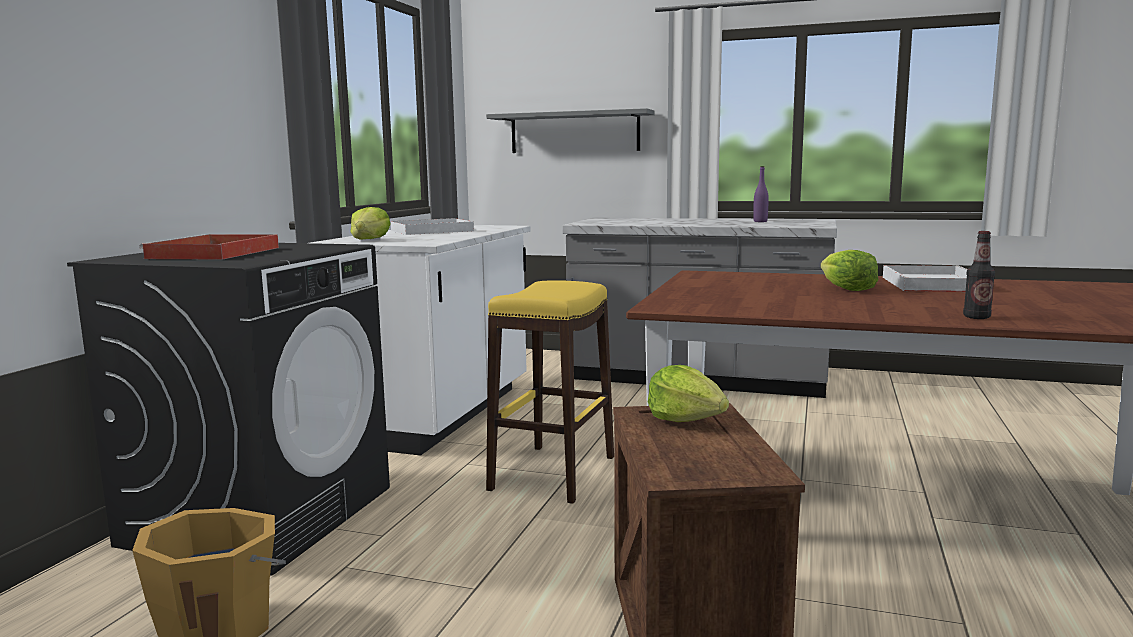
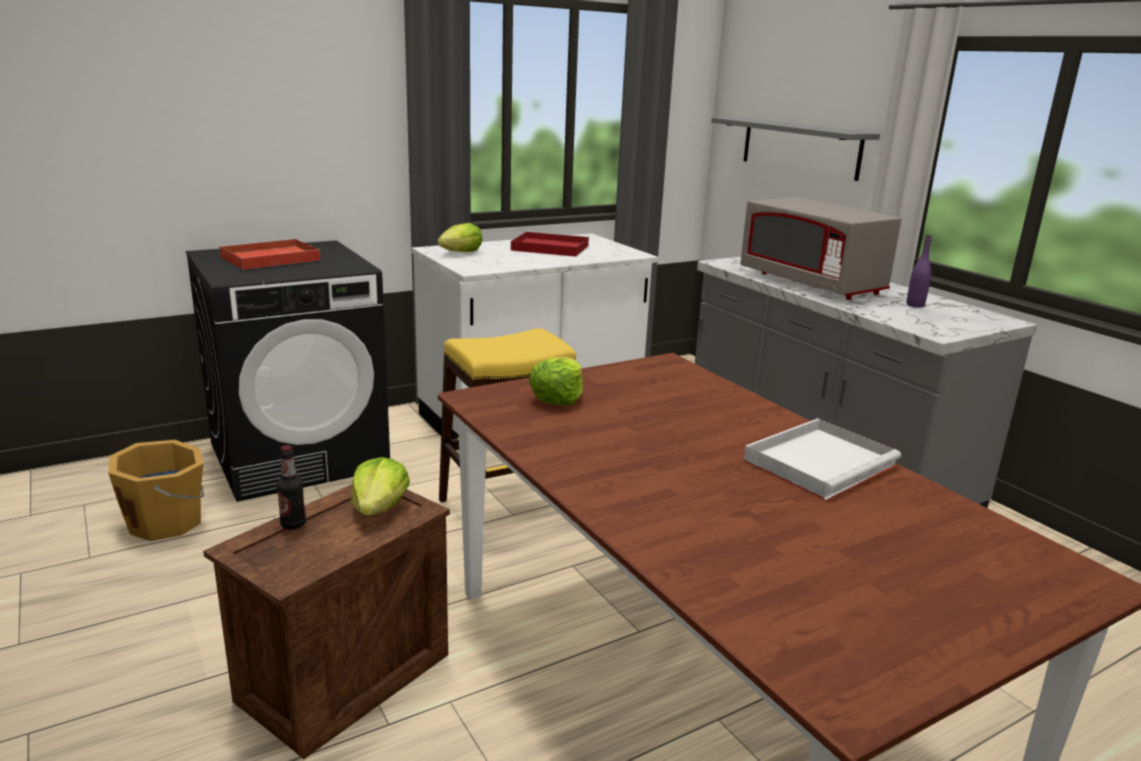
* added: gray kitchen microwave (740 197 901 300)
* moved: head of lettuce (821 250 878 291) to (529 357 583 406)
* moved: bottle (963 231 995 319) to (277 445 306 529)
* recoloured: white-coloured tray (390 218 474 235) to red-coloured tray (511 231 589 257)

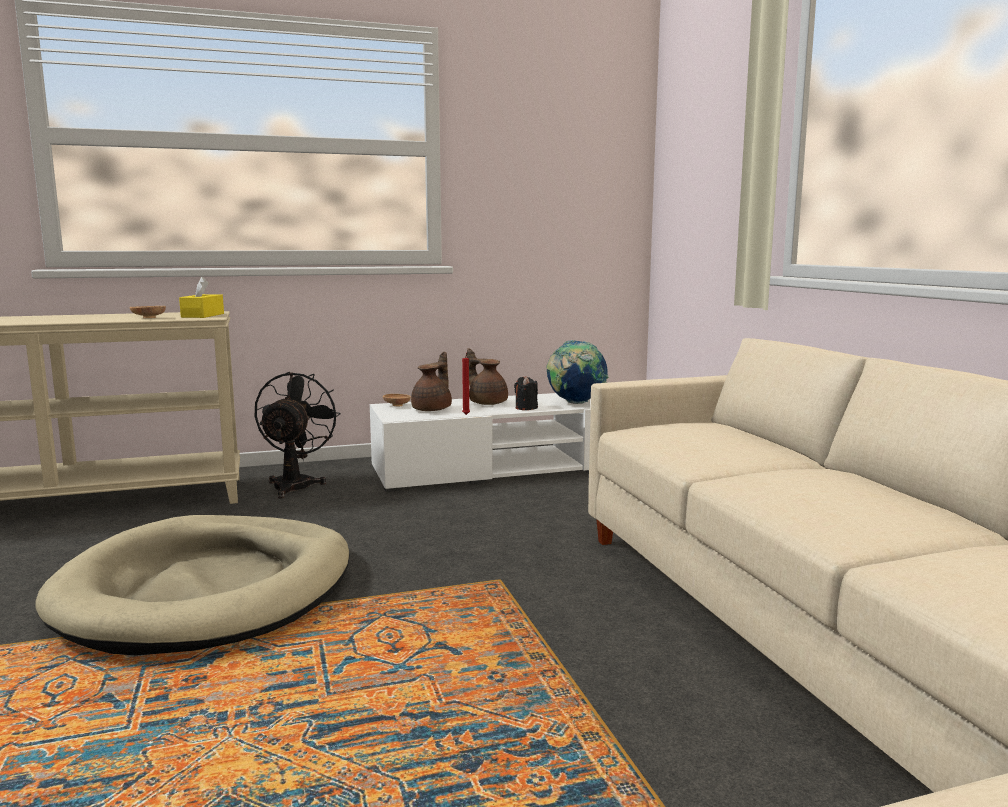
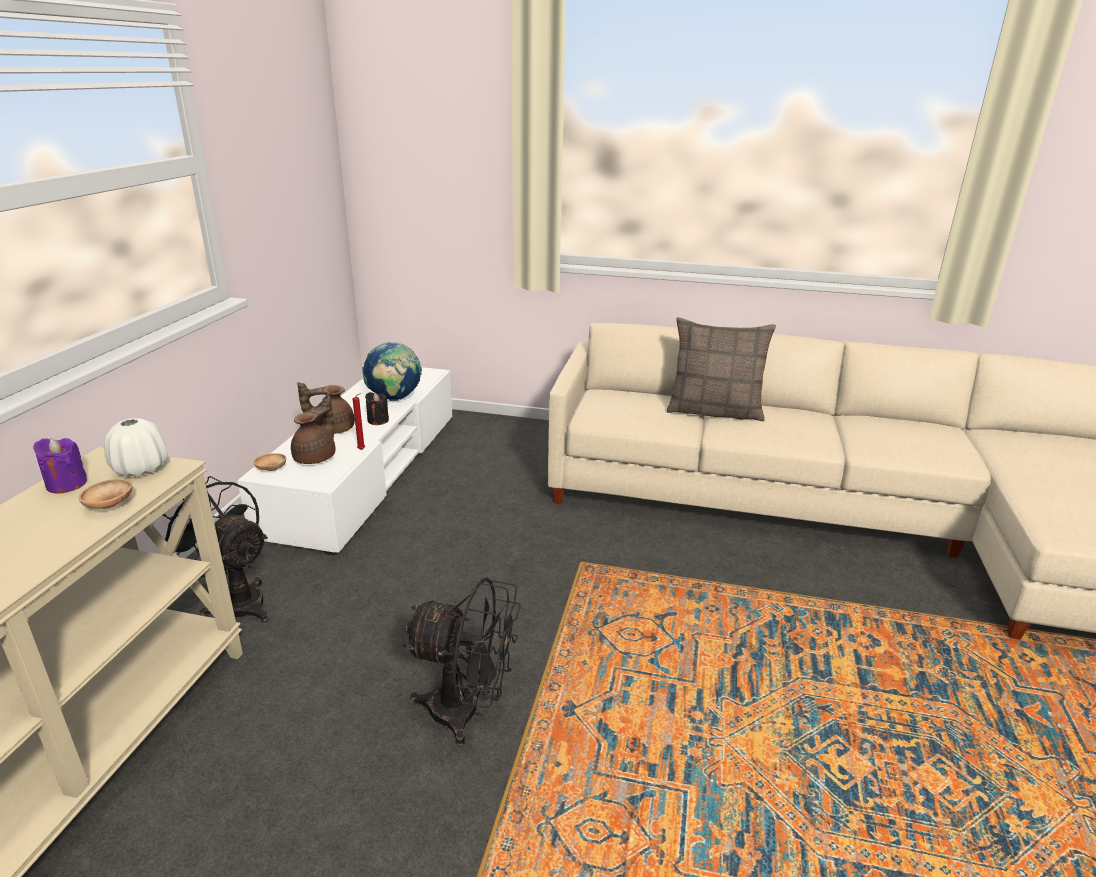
* added: purplish wax light (33 438 87 493)
* added: cushion (666 317 776 421)
* replaced: sand-coloured dog cushion (35 515 350 655) to black-coloured electric fan (403 578 521 746)
* replaced: yellow-coloured tissue holder (179 277 224 318) to white-coloured vase (104 418 168 477)
* turned: brownish tea pot (411 352 452 411) = (291 394 336 464) 60 degrees clockwise

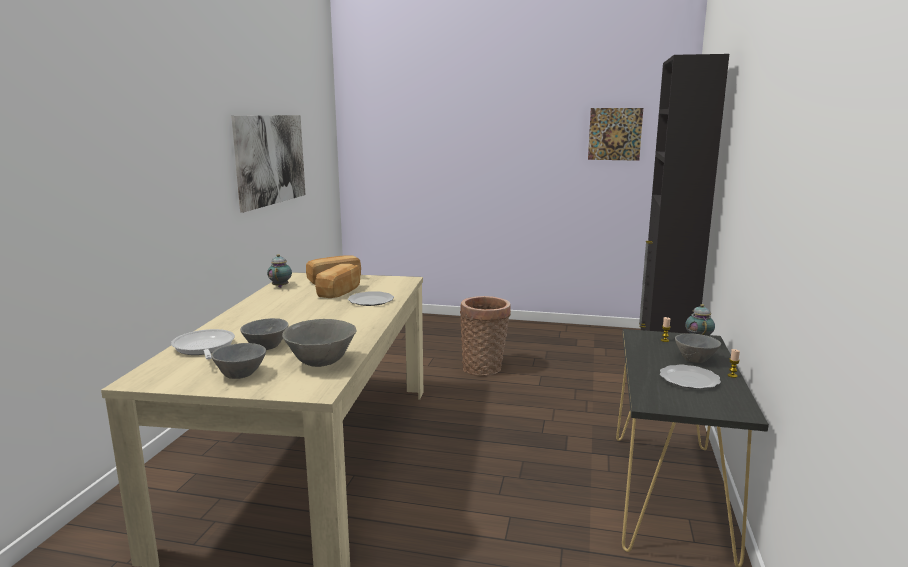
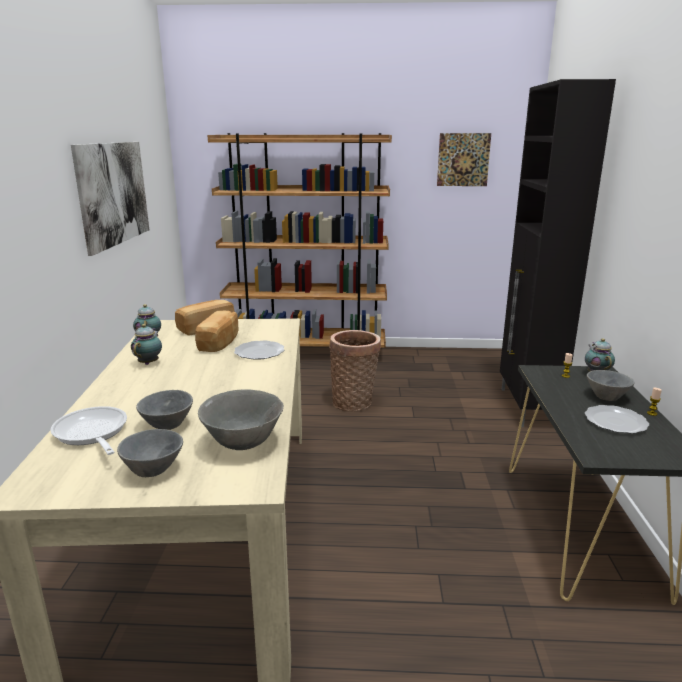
* added: tea pot (131 324 162 365)
* added: brownish bookcase (207 133 392 348)

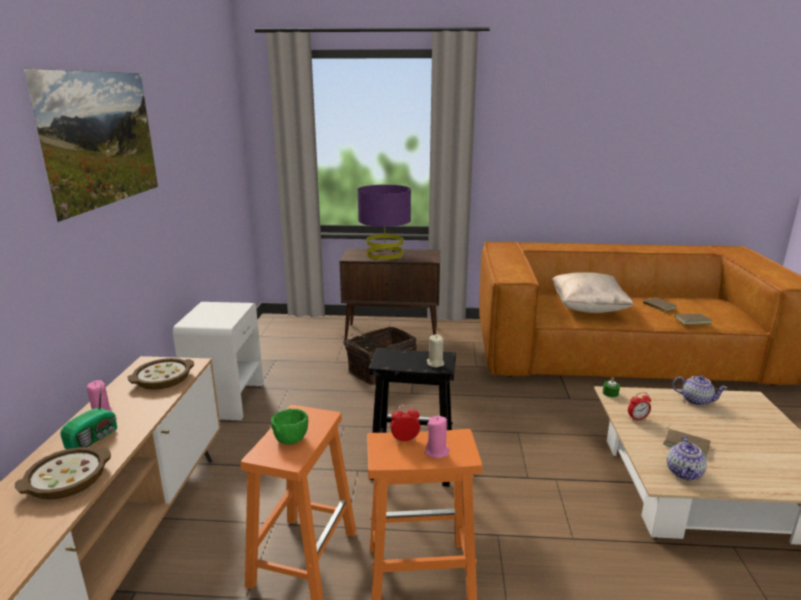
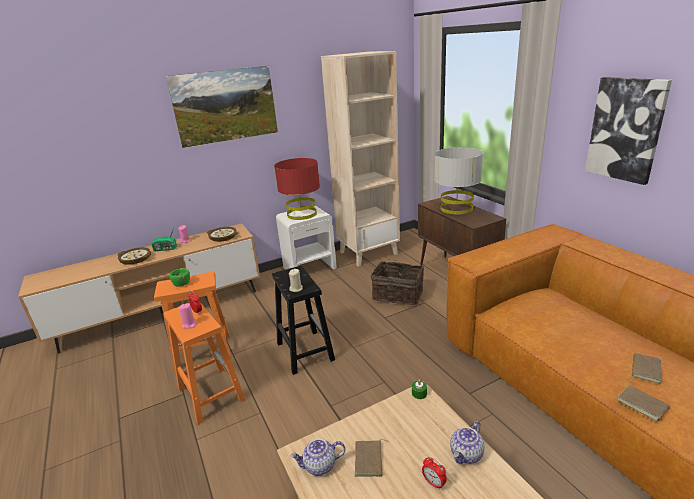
* removed: sand-coloured cushion (552 272 634 313)
* added: red-coloured table lamp (274 158 320 220)
* added: sand-coloured bookcase (321 51 400 267)
* added: wall art (585 77 672 185)
* moved: bedside clock (628 392 651 421) to (422 457 447 490)
* recoloured: purplish table lamp (357 185 411 260) to gray table lamp (435 147 483 214)
* turned: tea pot (672 375 728 406) = (450 421 484 464) 45 degrees clockwise

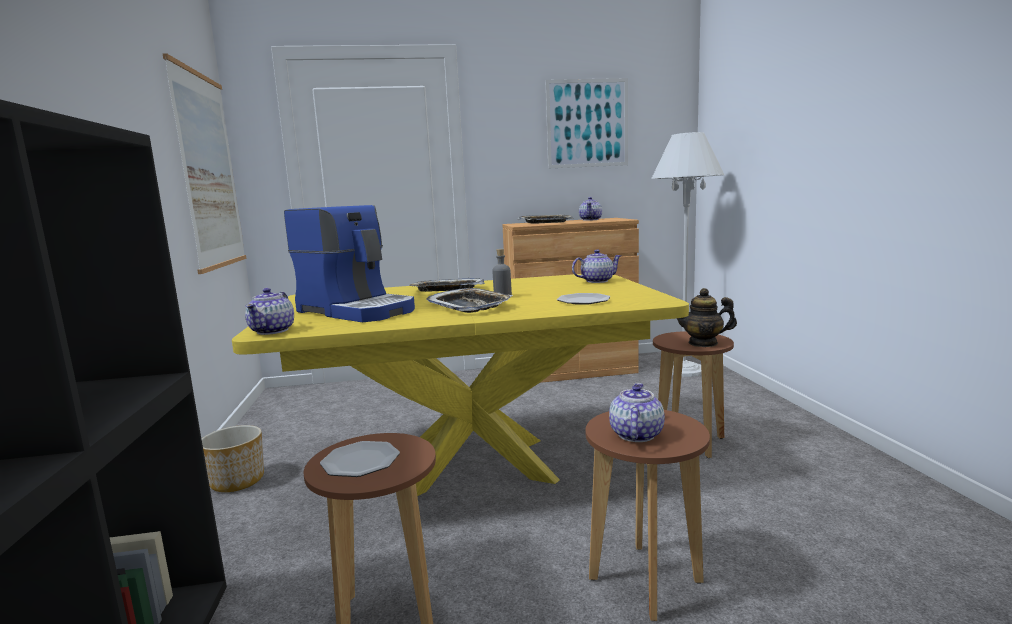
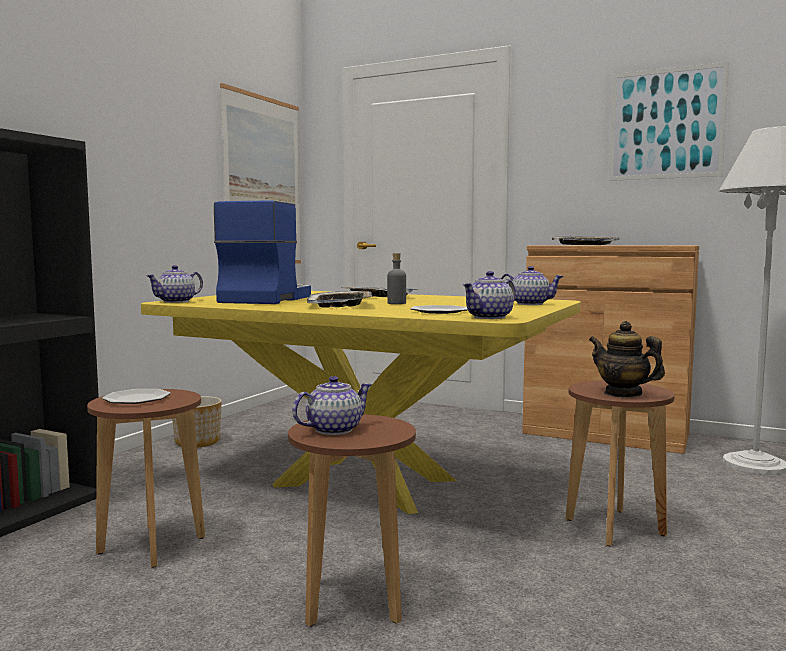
* moved: tea pot (579 197 602 221) to (462 271 516 319)
* turned: coffee machine (284 205 415 322) = (214 200 311 304) 150 degrees counterclockwise

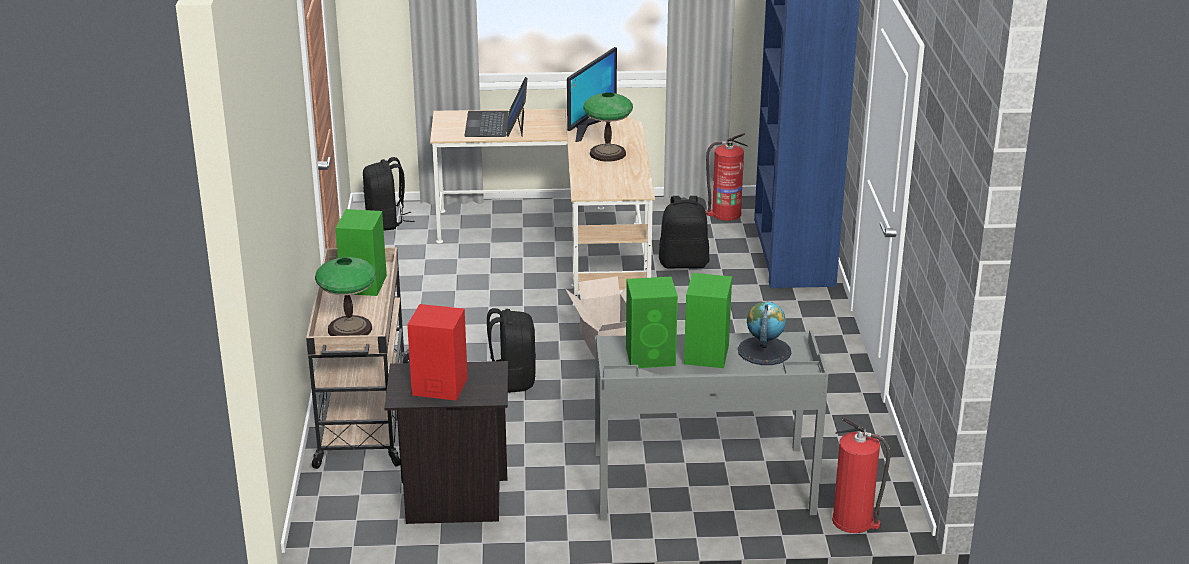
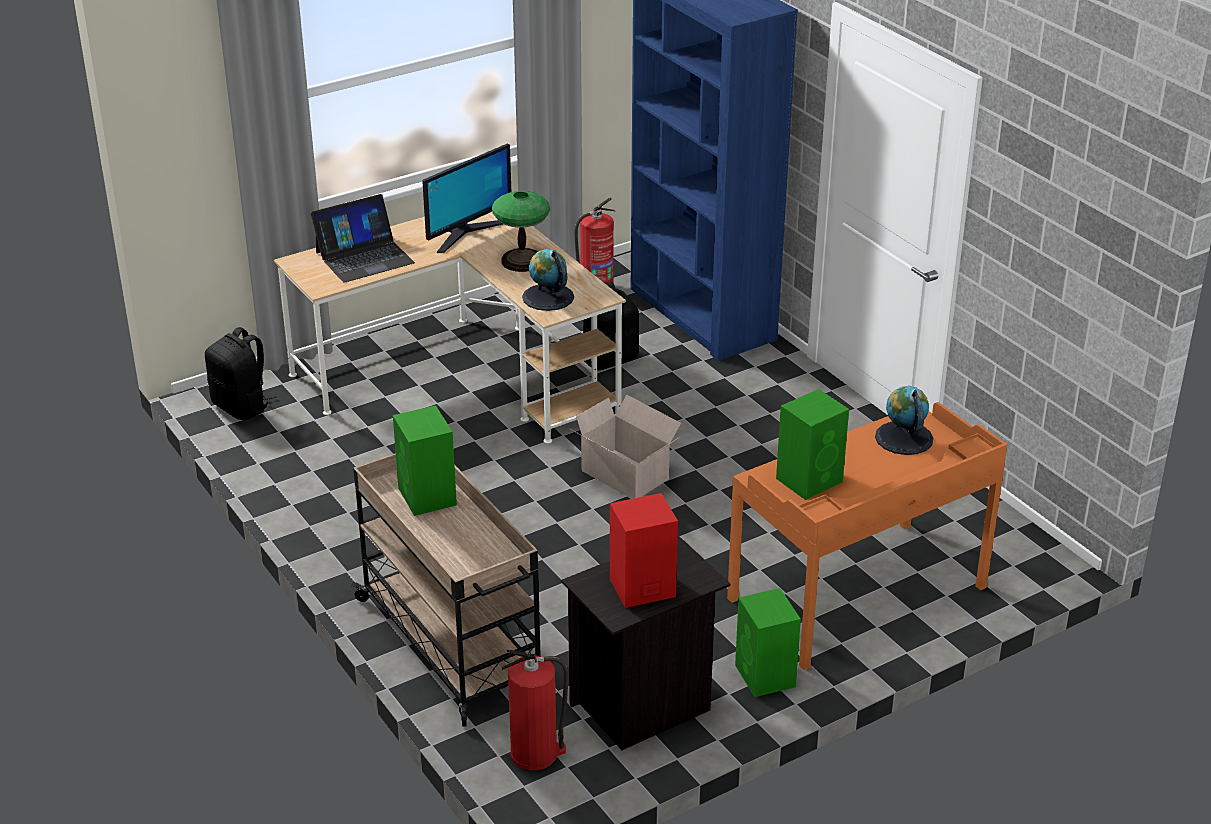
* removed: table lamp (315 257 376 336)
* removed: black-coloured rucksack (487 308 536 393)
* added: globe (522 249 574 311)
* moved: greenish speaker (684 273 732 368) to (735 588 801 697)
* moved: fire-fighting cylinder (832 417 891 533) to (502 650 569 770)
* recoloured: gray desk table (595 330 828 521) to orange desk table (727 402 1007 670)
* turned: laptop (464 77 527 137) = (311 194 415 283) 90 degrees counterclockwise
* turned: monitor (567 47 617 142) = (422 144 511 253) 45 degrees clockwise

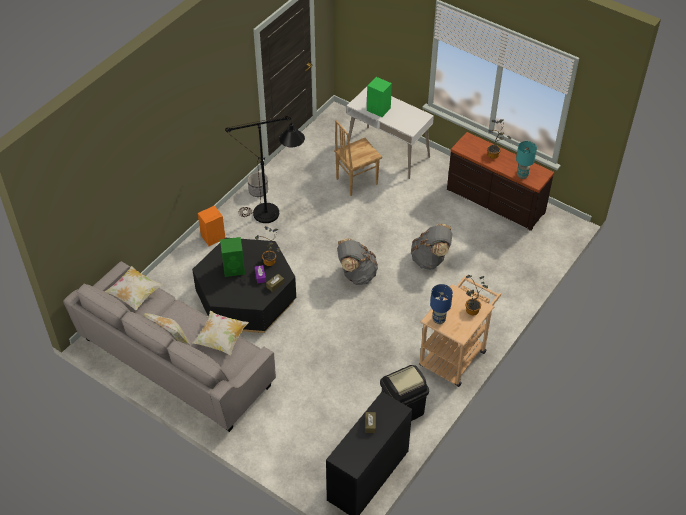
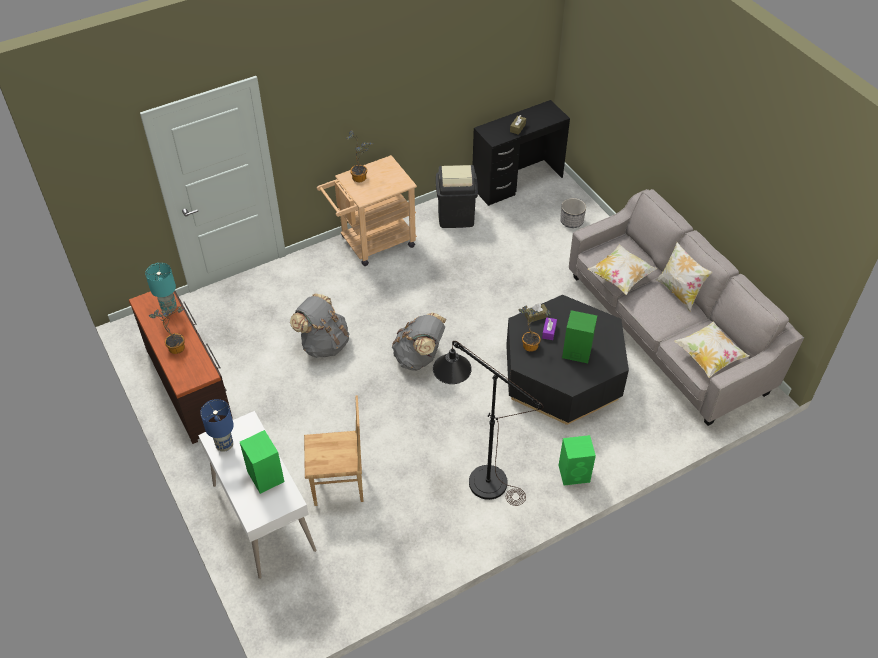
* moved: plant pot (247 172 268 197) to (560 198 586 228)
* moved: blue table lamp (430 284 453 324) to (200 399 234 452)
* recoloured: orange speaker (198 206 225 246) to greenish speaker (559 435 596 486)

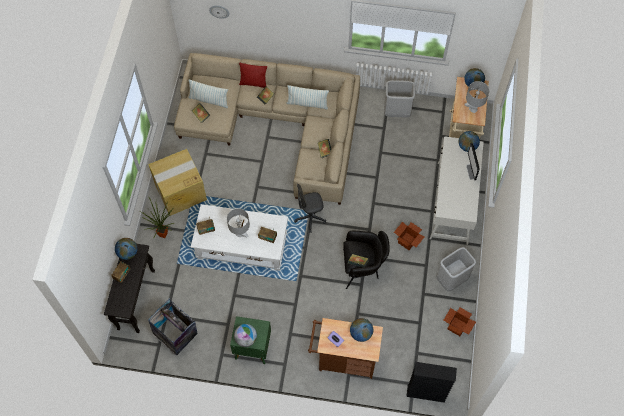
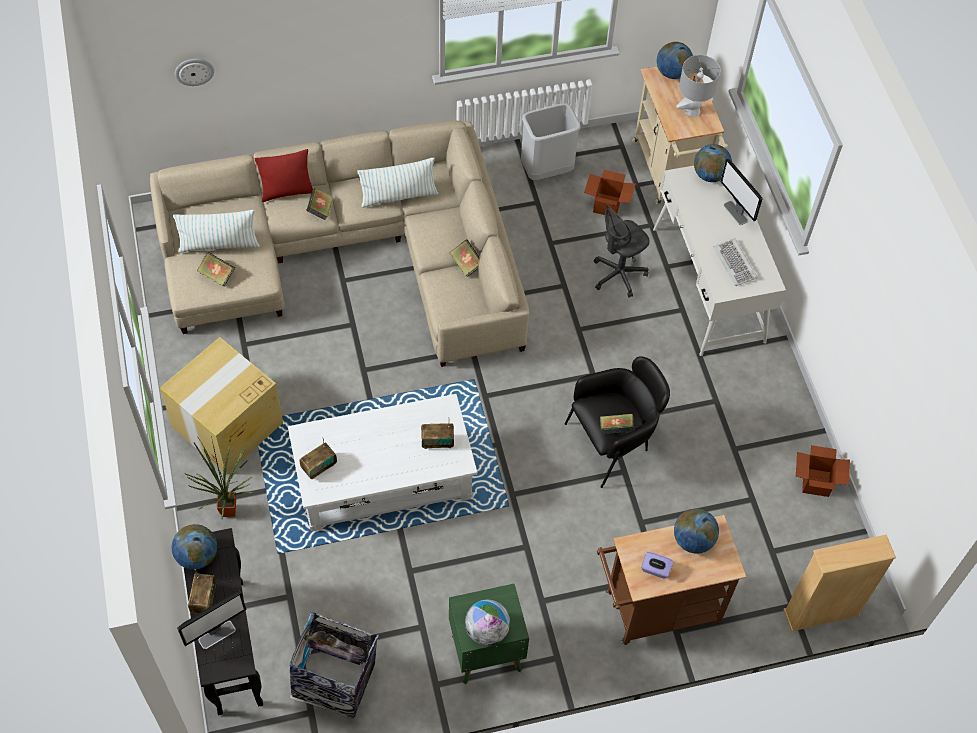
* removed: gray table lamp (227 208 250 238)
* removed: gray rubbish bin (437 247 476 292)
* added: monitor (177 591 246 649)
* added: computer keyboard (713 238 757 286)
* moved: gray desk chair (294 184 326 233) to (594 205 649 298)
* moved: packing box (394 222 424 250) to (584 170 636 215)
* recoloured: black-coloured bookcase (406 362 457 403) to sand-coloured bookcase (783 535 896 631)

